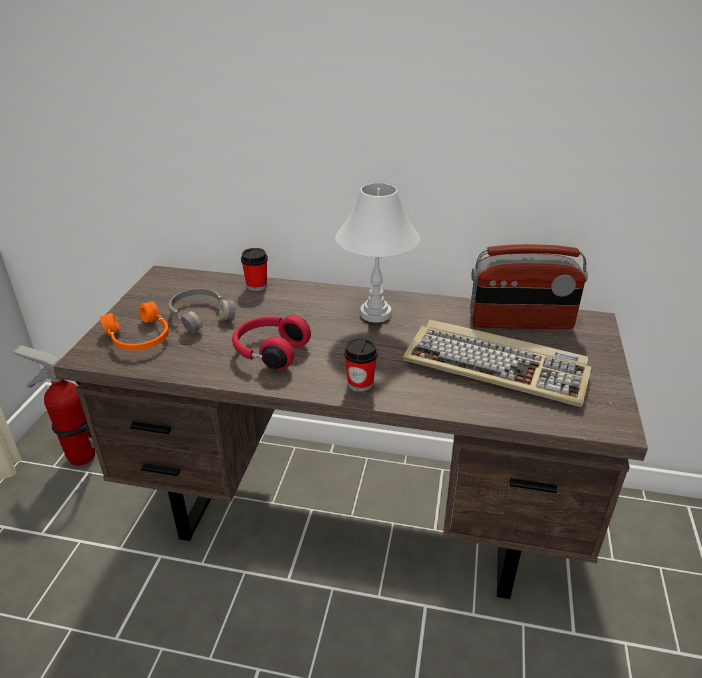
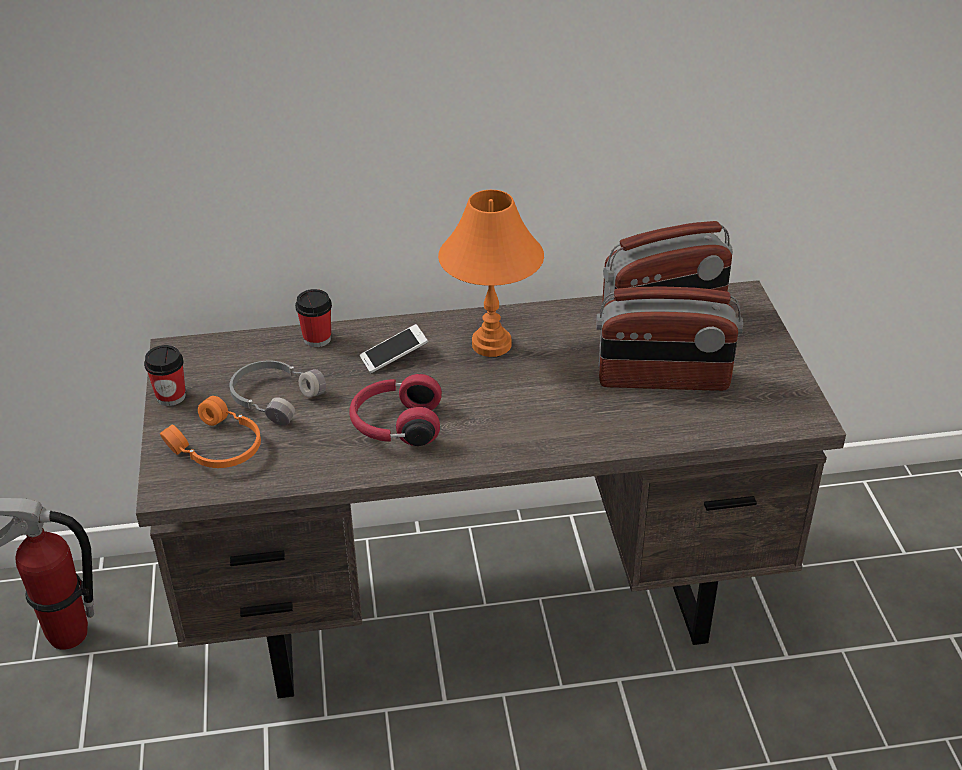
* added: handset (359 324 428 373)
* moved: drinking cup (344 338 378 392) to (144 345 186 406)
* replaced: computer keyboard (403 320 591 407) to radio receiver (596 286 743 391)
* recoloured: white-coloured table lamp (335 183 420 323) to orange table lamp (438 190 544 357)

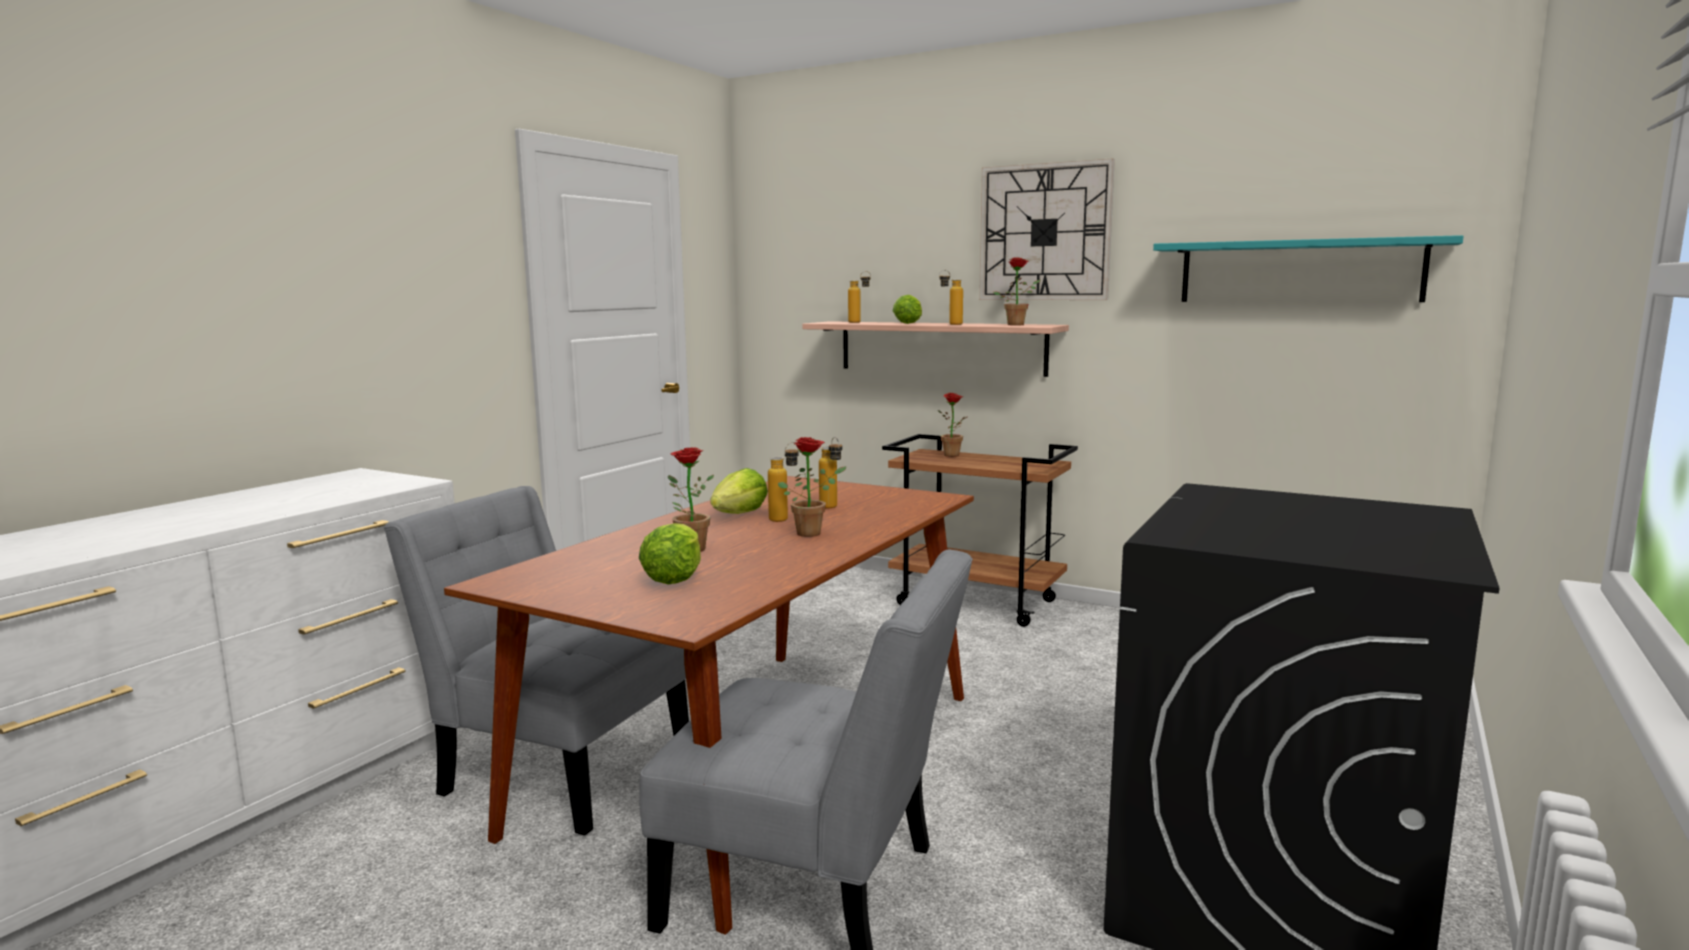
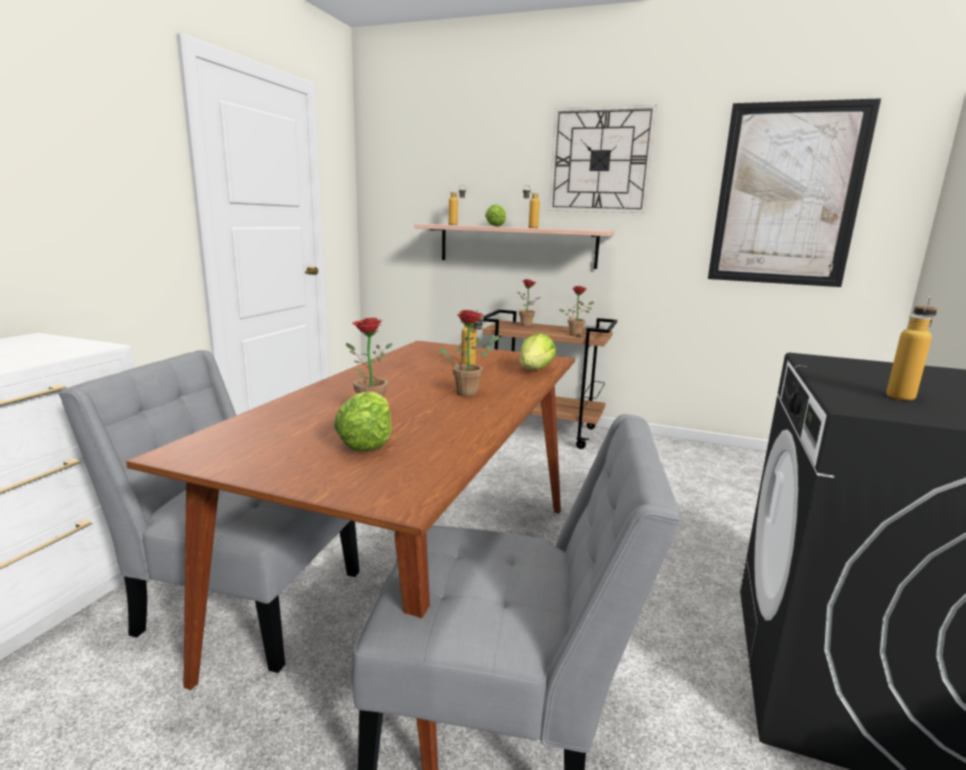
* moved: head of lettuce (710 468 768 514) to (519 333 556 370)
* moved: bottle (768 442 799 522) to (886 296 937 401)
* moved: potted plant (993 258 1041 325) to (559 286 594 336)
* replaced: turquoise-coloured shelf (1153 235 1464 302) to wall art (708 98 881 287)

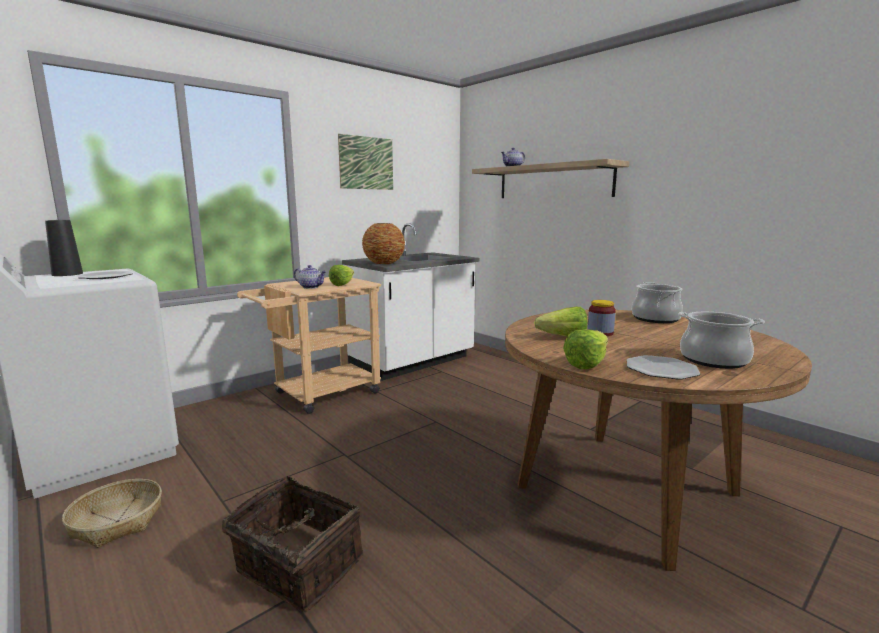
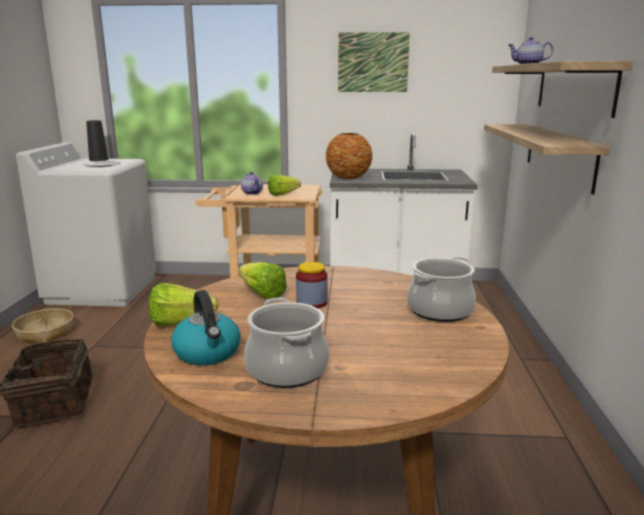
* added: shelf (484 124 610 195)
* replaced: plate (627 355 700 380) to water kettle (171 290 241 365)

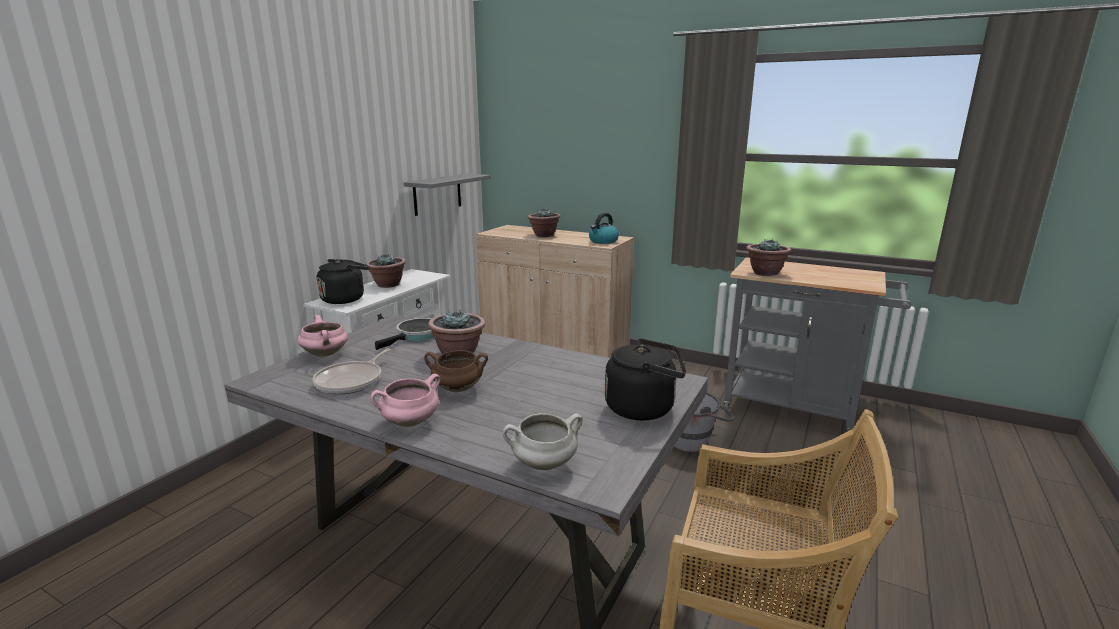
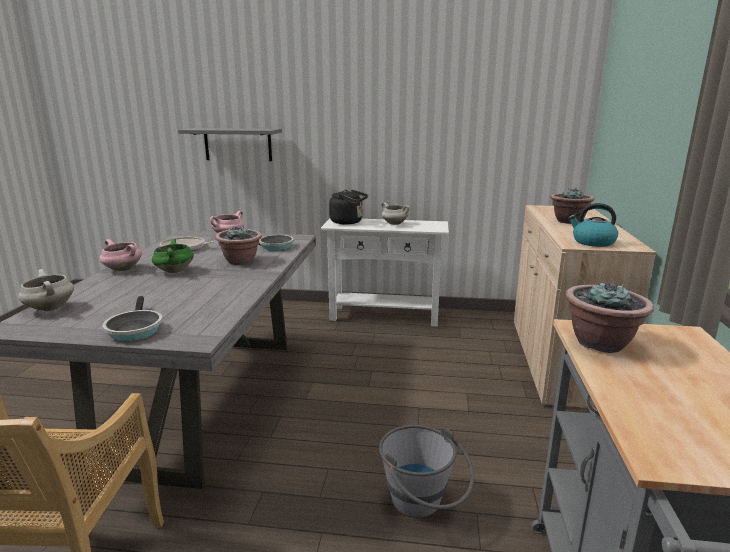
* moved: gray shelf (403 174 491 216) to (178 128 282 161)
* replaced: potted plant (366 254 406 288) to white-coloured cooking pot (382 202 410 225)
* replaced: black-coloured water kettle (605 338 686 420) to pan (103 296 162 342)
* recoloured: brownish cooking pot (424 350 488 392) to greenish cooking pot (152 239 194 273)

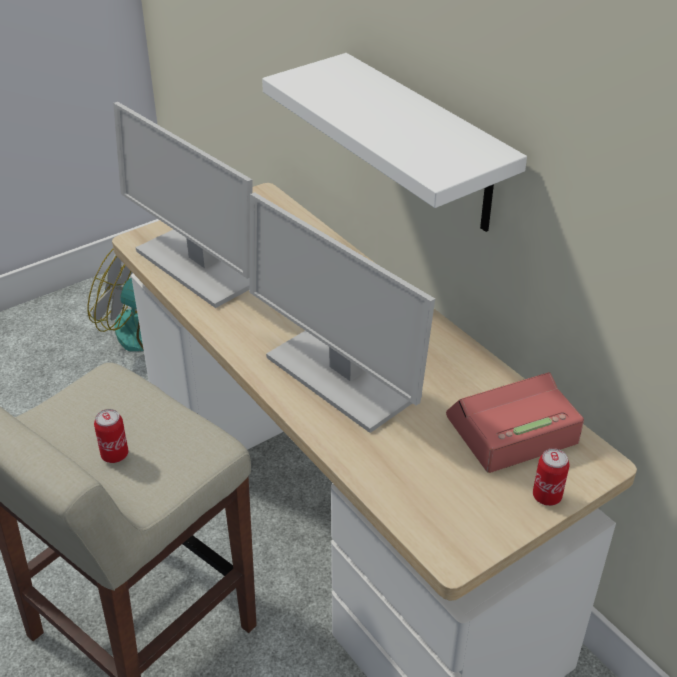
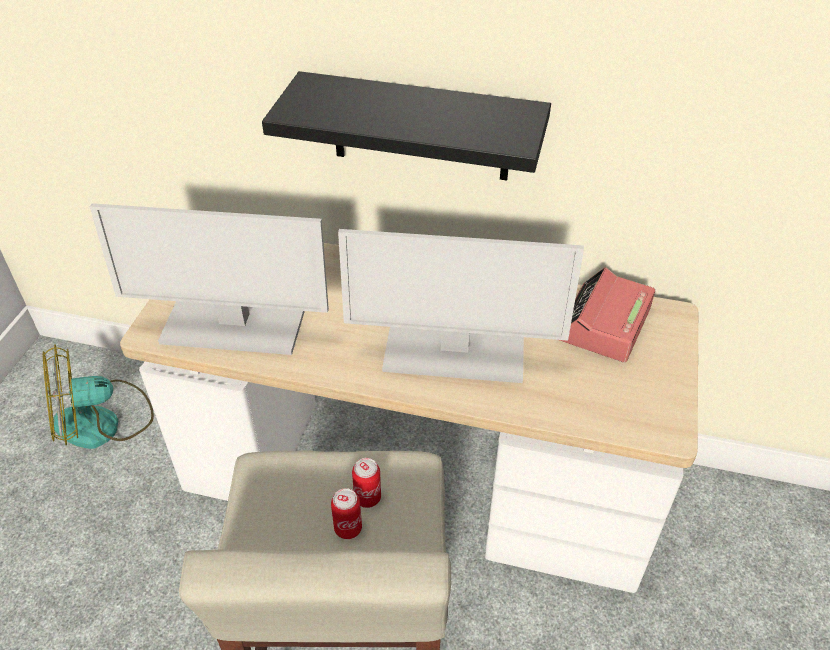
* moved: metal can (533 448 569 506) to (352 458 381 508)
* recoloured: white-coloured shelf (262 53 527 232) to black-coloured shelf (262 71 551 180)

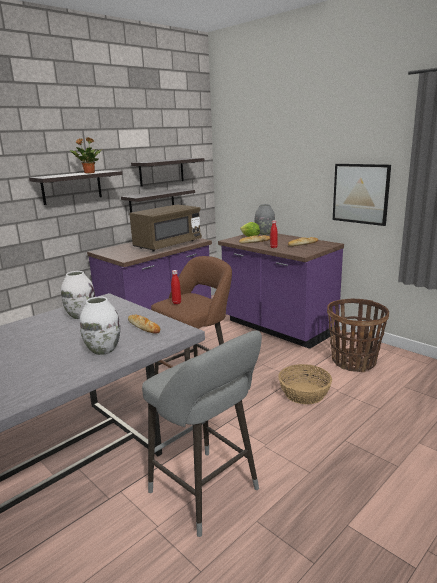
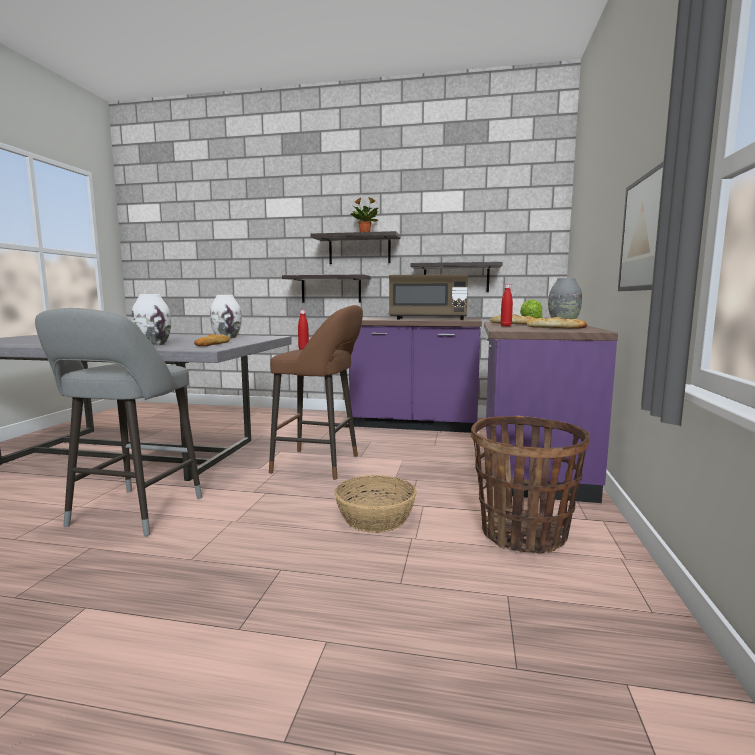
* moved: shelf (131 158 205 186) to (282 274 370 303)

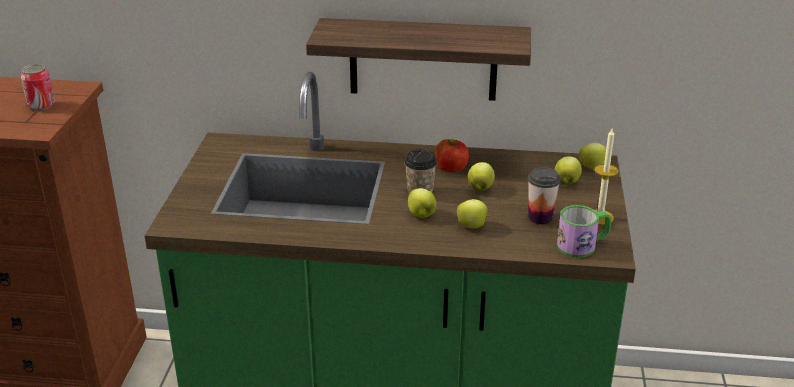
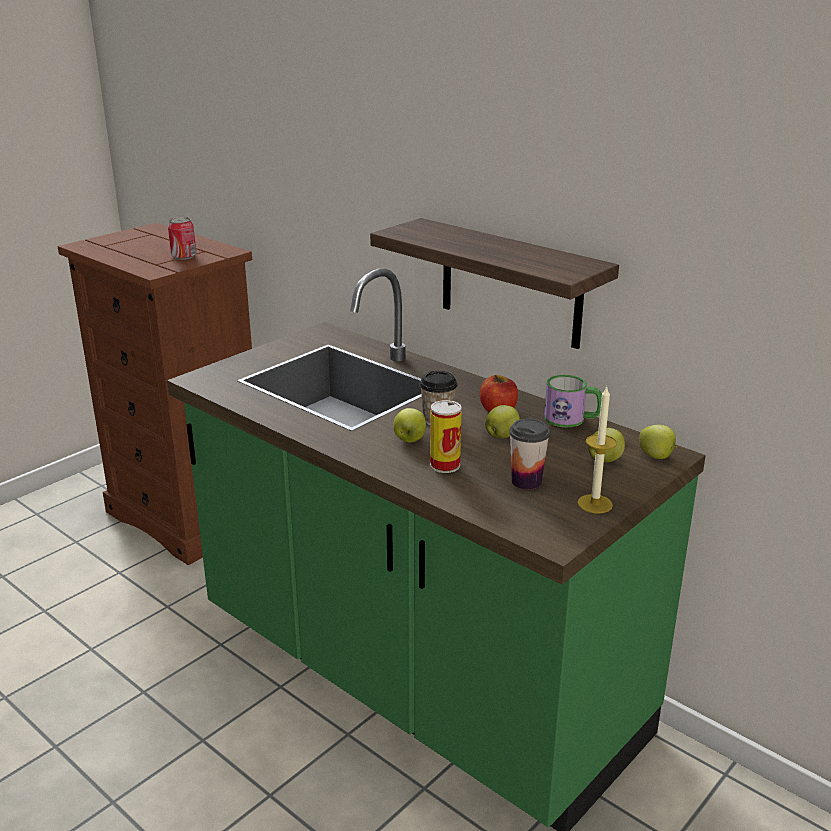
* moved: mug (557 205 611 258) to (544 375 602 427)
* replaced: apple fruit (457 199 490 228) to metal can (430 400 462 473)

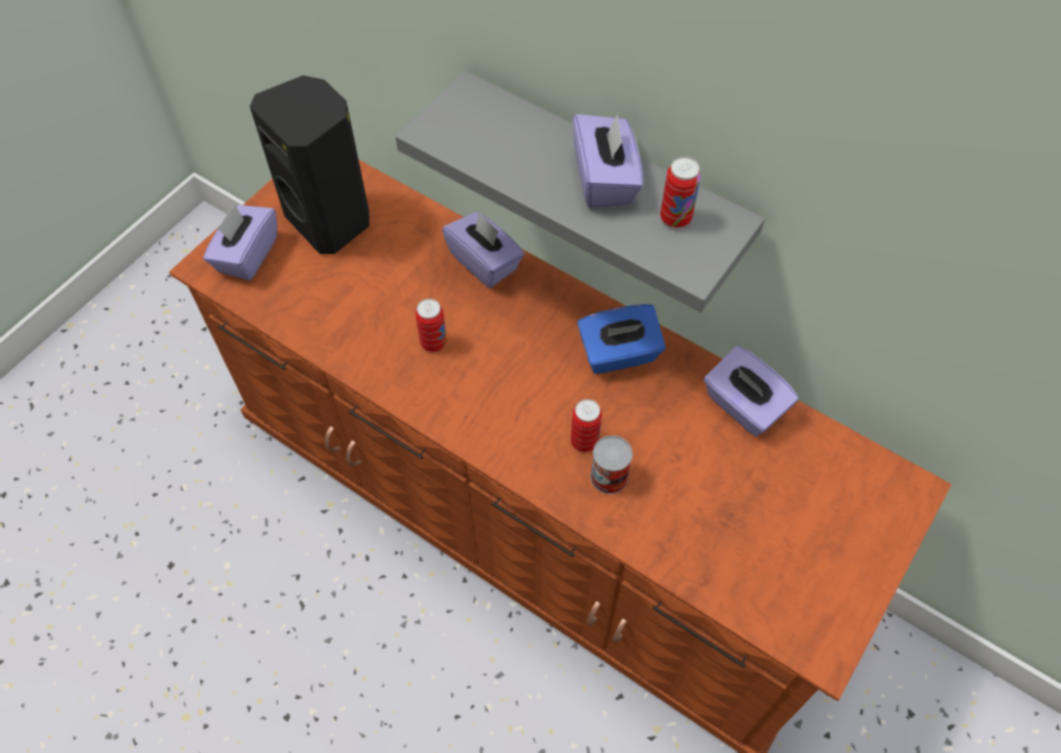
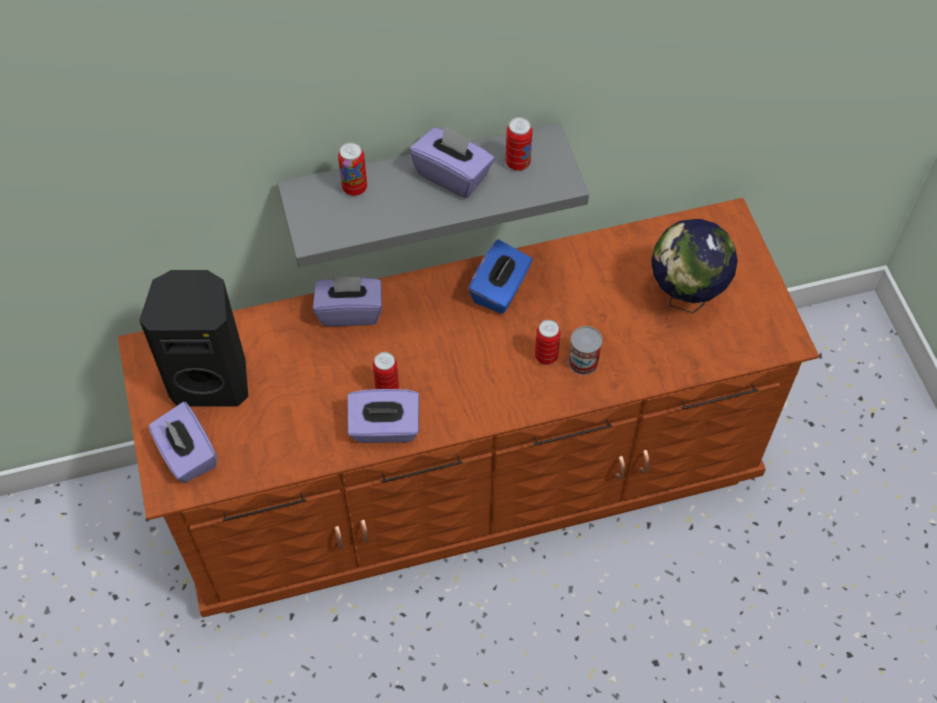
* added: metal can (338 142 367 196)
* added: globe (651 219 738 313)
* moved: purplish tissue holder (704 346 799 436) to (348 389 419 443)

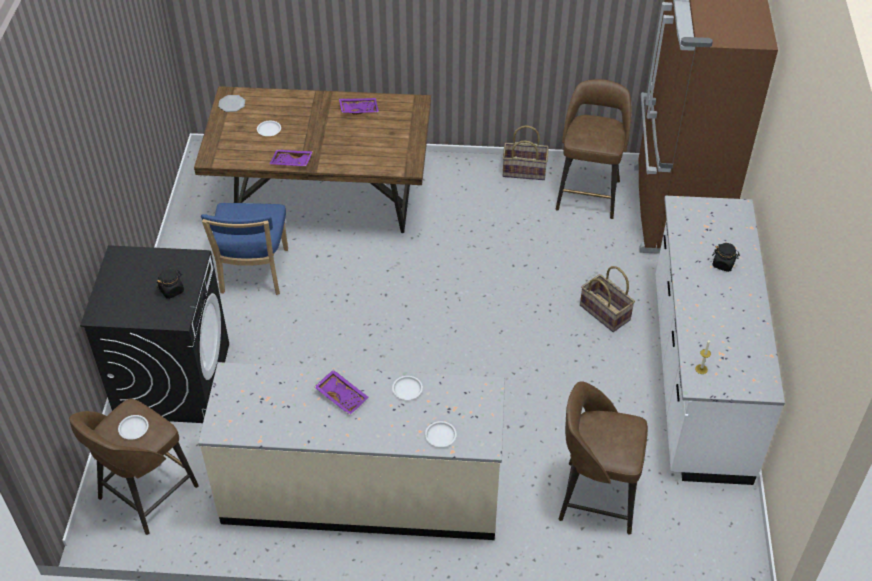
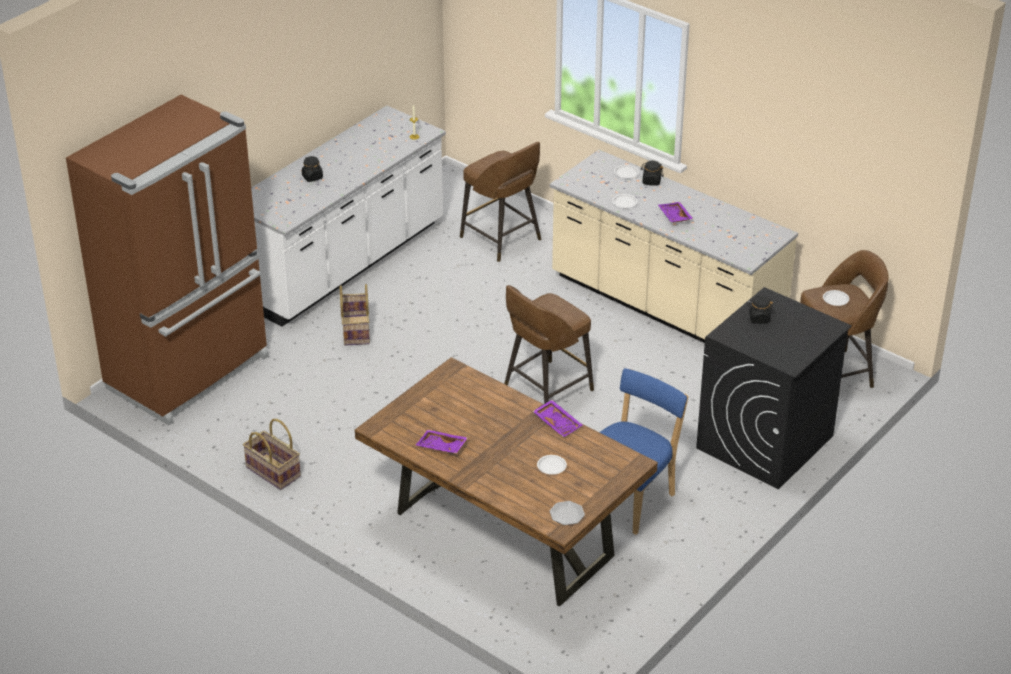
* added: black-coloured preserve jar (641 161 664 186)
* moved: brownish stool (556 79 631 219) to (504 285 594 404)

